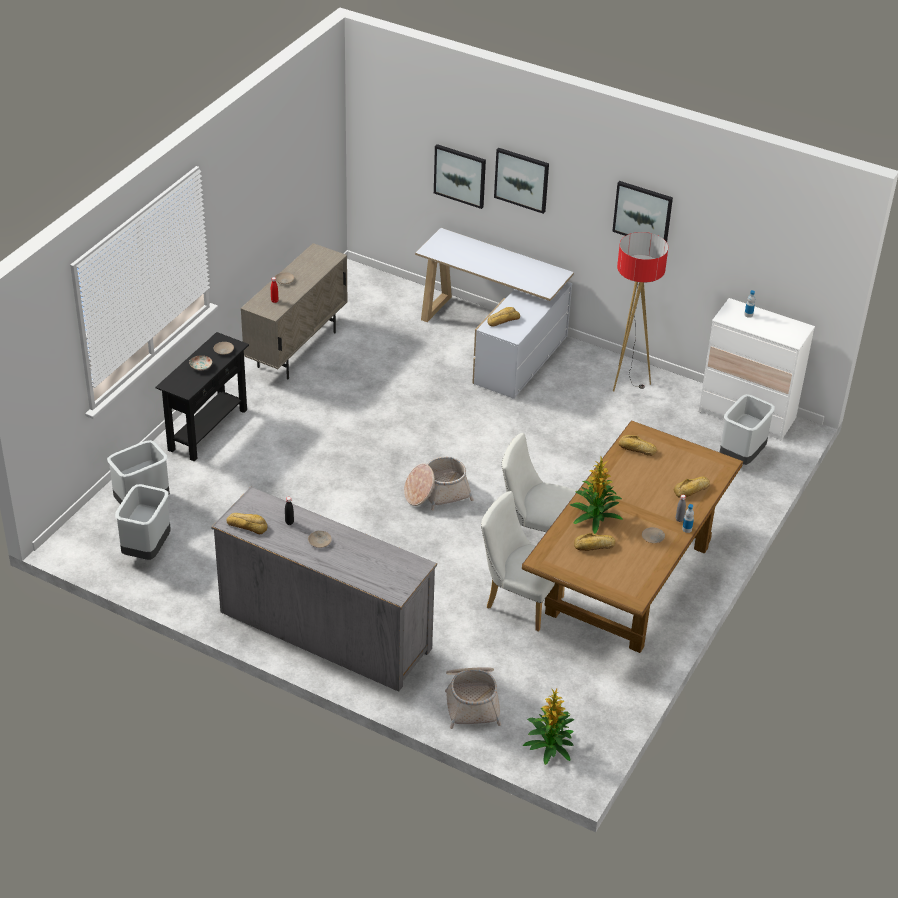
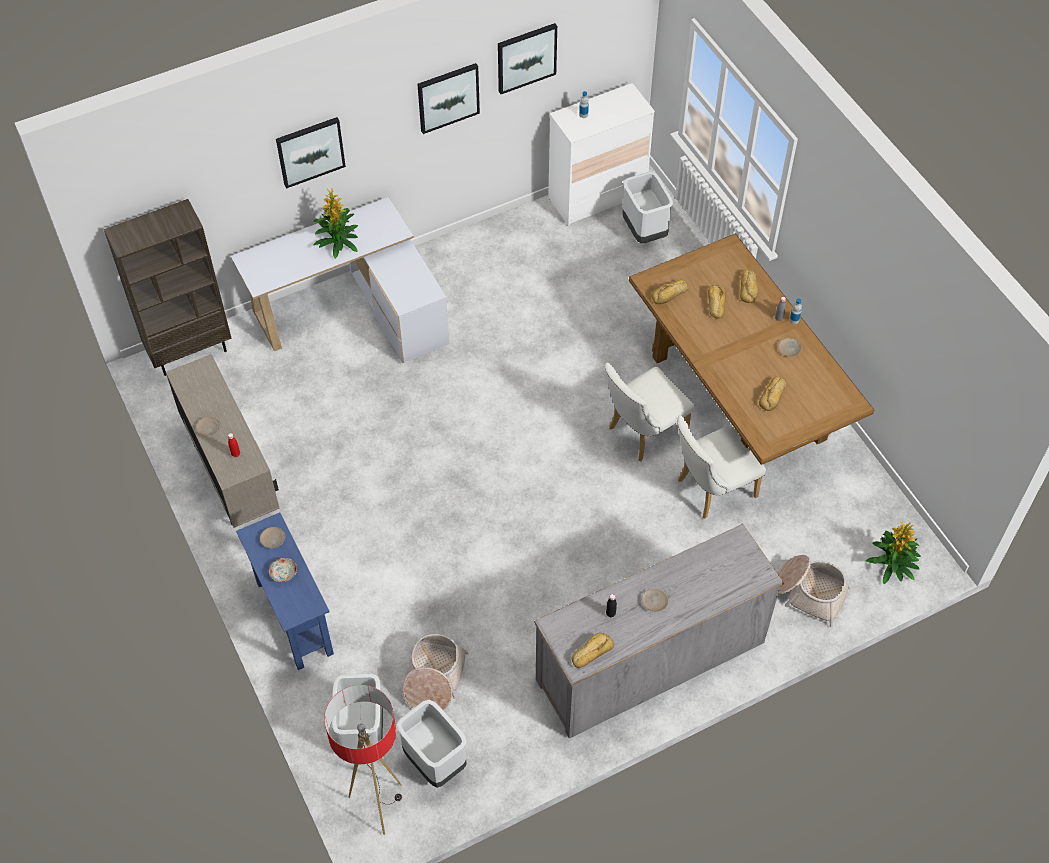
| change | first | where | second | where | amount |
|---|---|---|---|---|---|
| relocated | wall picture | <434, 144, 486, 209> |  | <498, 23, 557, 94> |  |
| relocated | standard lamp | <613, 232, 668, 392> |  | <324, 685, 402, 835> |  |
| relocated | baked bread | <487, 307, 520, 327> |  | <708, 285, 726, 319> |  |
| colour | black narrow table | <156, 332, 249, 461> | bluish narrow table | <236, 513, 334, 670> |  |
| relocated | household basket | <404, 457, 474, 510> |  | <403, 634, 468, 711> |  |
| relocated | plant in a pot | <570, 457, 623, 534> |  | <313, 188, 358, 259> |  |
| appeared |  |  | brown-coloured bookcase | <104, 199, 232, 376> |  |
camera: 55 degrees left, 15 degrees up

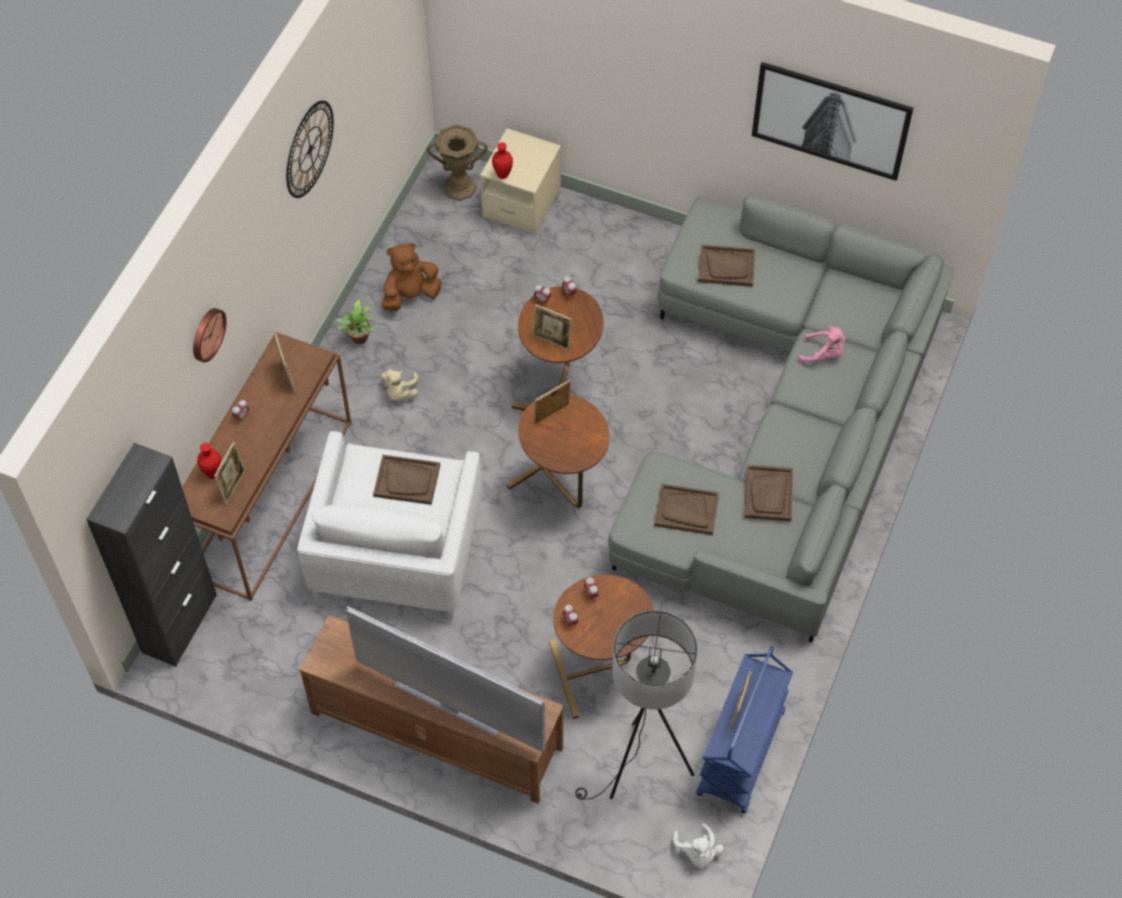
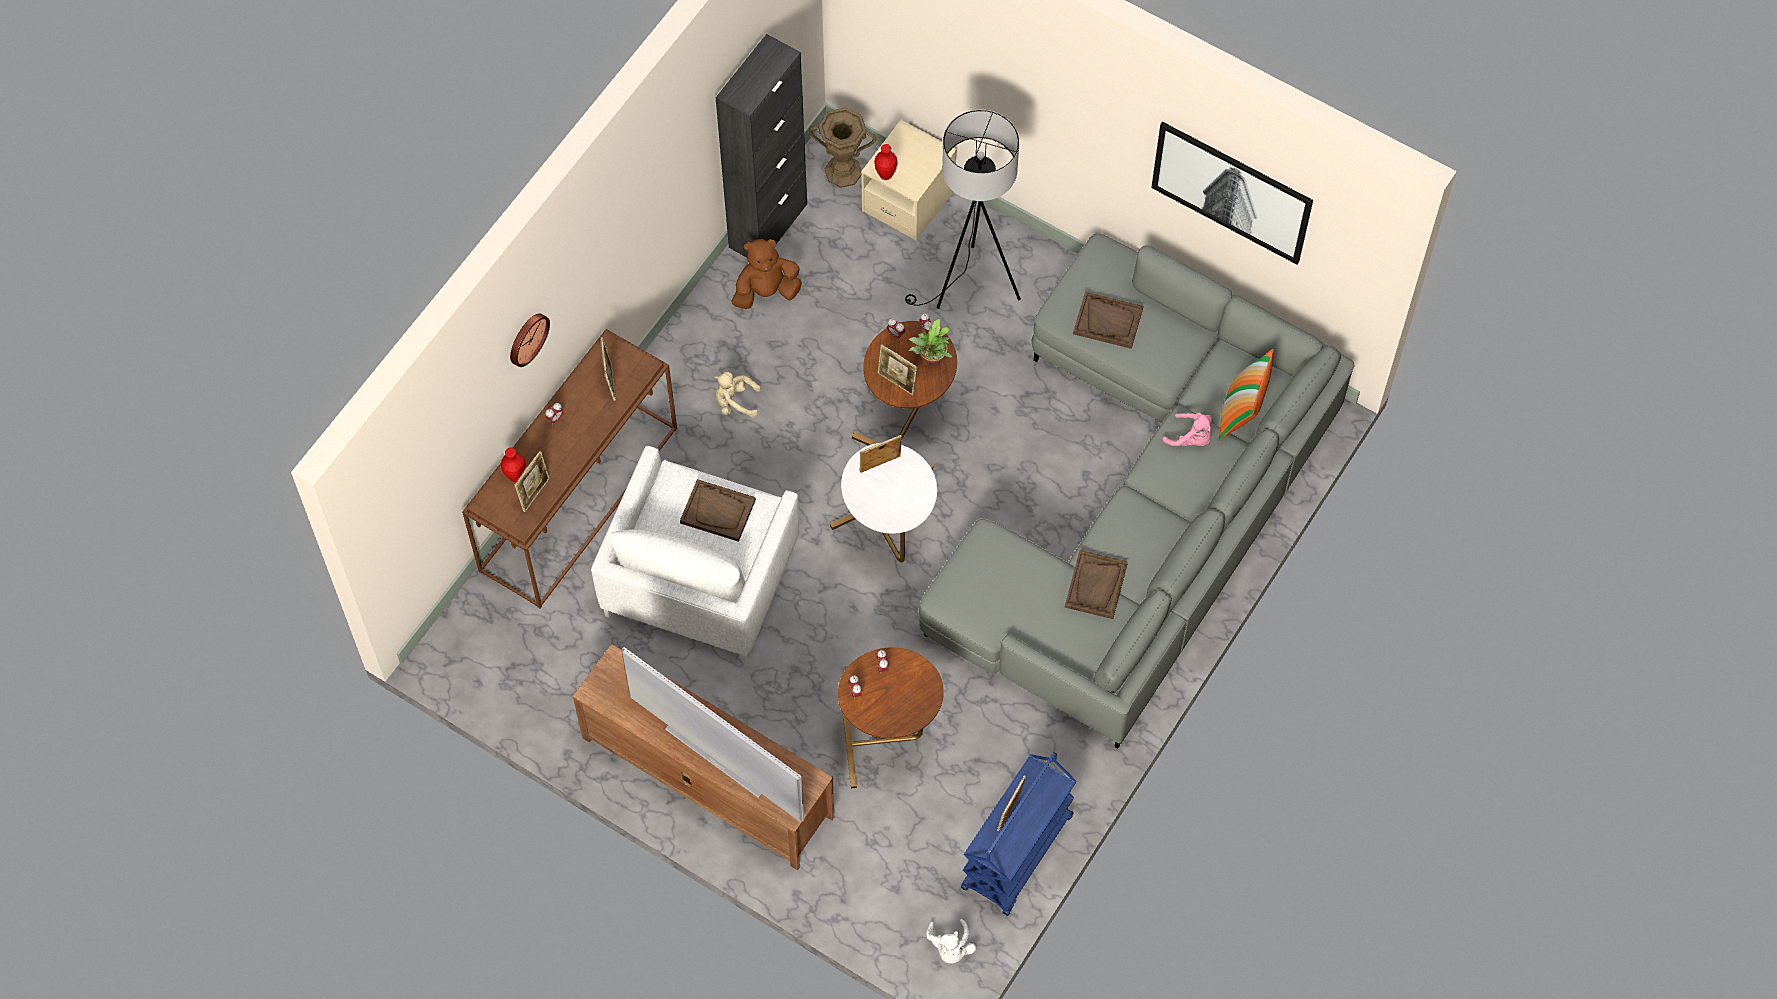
| change | first | where | second | where | amount |
|---|---|---|---|---|---|
| missing | wall clock | <286, 101, 334, 198> |  |  |  |
| relocated | plant in a pot | <335, 299, 376, 344> |  | <908, 318, 952, 367> |  |
| spun | sand-coloured plush toy | <381, 369, 419, 401> |  | <715, 372, 761, 418> | 75 degrees clockwise |
| colour | brown-coloured end table | <507, 395, 609, 508> | white-coloured end table | <830, 443, 937, 563> |  |
| relocated | black cupboard | <86, 443, 217, 666> |  | <716, 34, 807, 258> |  |
| missing | brown-coloured carrying tray | <654, 484, 719, 535> |  |  |  |
| relocated | black standard lamp | <575, 611, 697, 800> |  | <905, 110, 1021, 309> |  |
| appeared |  |  | pillow | <1219, 349, 1274, 441> |  |
camera: 10 degrees right, 5 degrees up

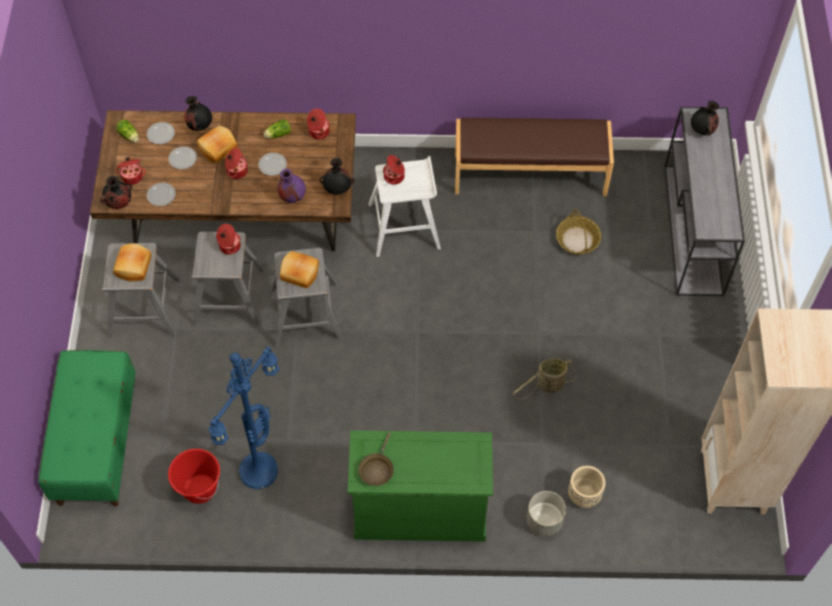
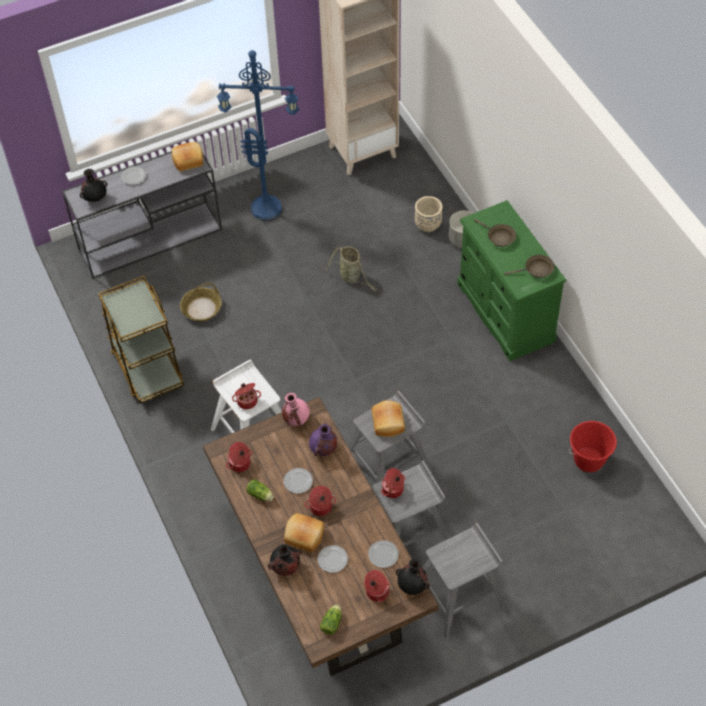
| change | first | where | second | where | amount |
|---|---|---|---|---|---|
| exchanged | brown-coloured bench | <455, 118, 614, 196> | brown-coloured trolley | <98, 276, 184, 403> |  |
| relocated | dinner plate | <147, 122, 175, 144> |  | <121, 166, 146, 185> |  |
| colour | black flower vase | <320, 158, 354, 194> | pinkish flower vase | <282, 393, 310, 426> |  |
| relocated | baked bread | <113, 243, 151, 282> |  | <172, 142, 203, 171> |  |
| relocated | bluish standard lamp | <208, 346, 279, 489> |  | <217, 50, 299, 221> |  |
| missing | green-coloured bench | <38, 350, 136, 507> |  |  |  |
| appeared |  |  | brown-coloured skillet | <474, 219, 516, 247> |  |
camera: 115 degrees left, 5 degrees down

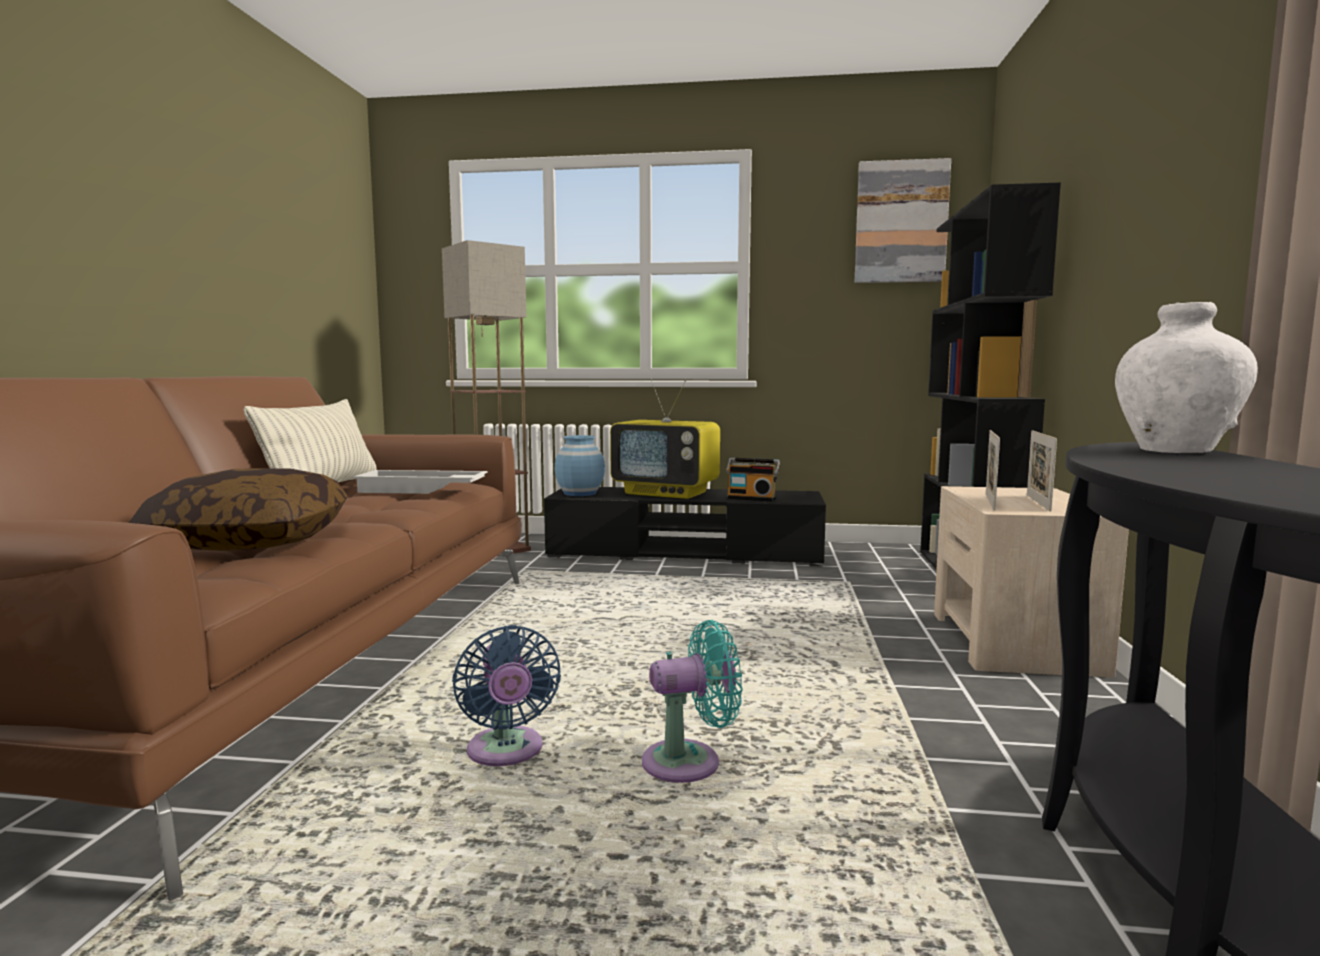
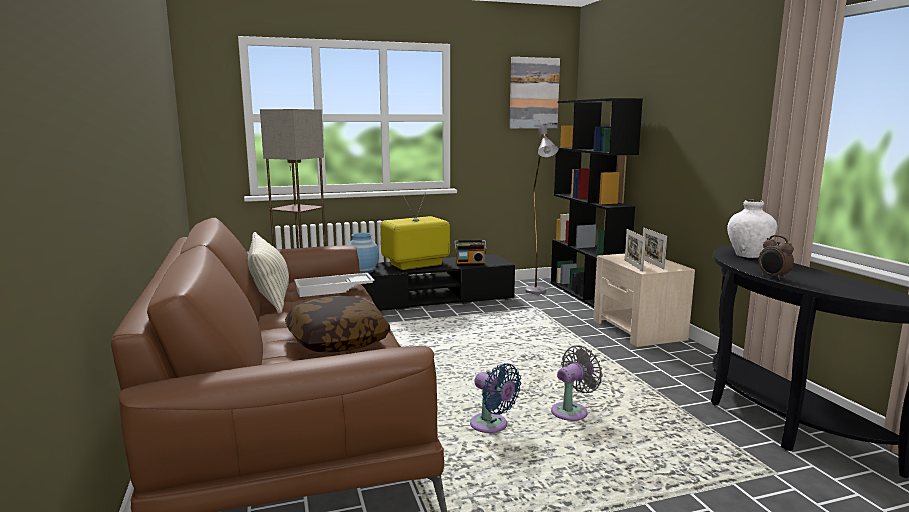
| change | first | where | second | where | amount |
|---|---|---|---|---|---|
| spun | TV set | <610, 378, 720, 499> |  | <380, 193, 450, 270> | 150 degrees clockwise |
| colour | blue-green cooling fan | <642, 620, 743, 783> | gray cooling fan | <551, 345, 603, 421> |  |
| appeared |  |  | gray standard lamp | <525, 127, 559, 294> |  |
| appeared |  |  | bedside clock | <759, 235, 794, 280> |  |
camera: 25 degrees left, 5 degrees up

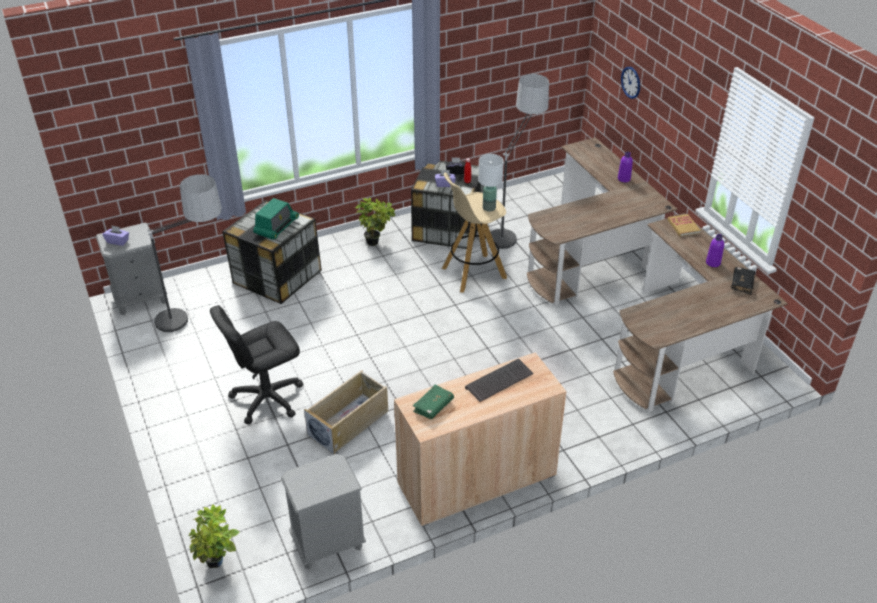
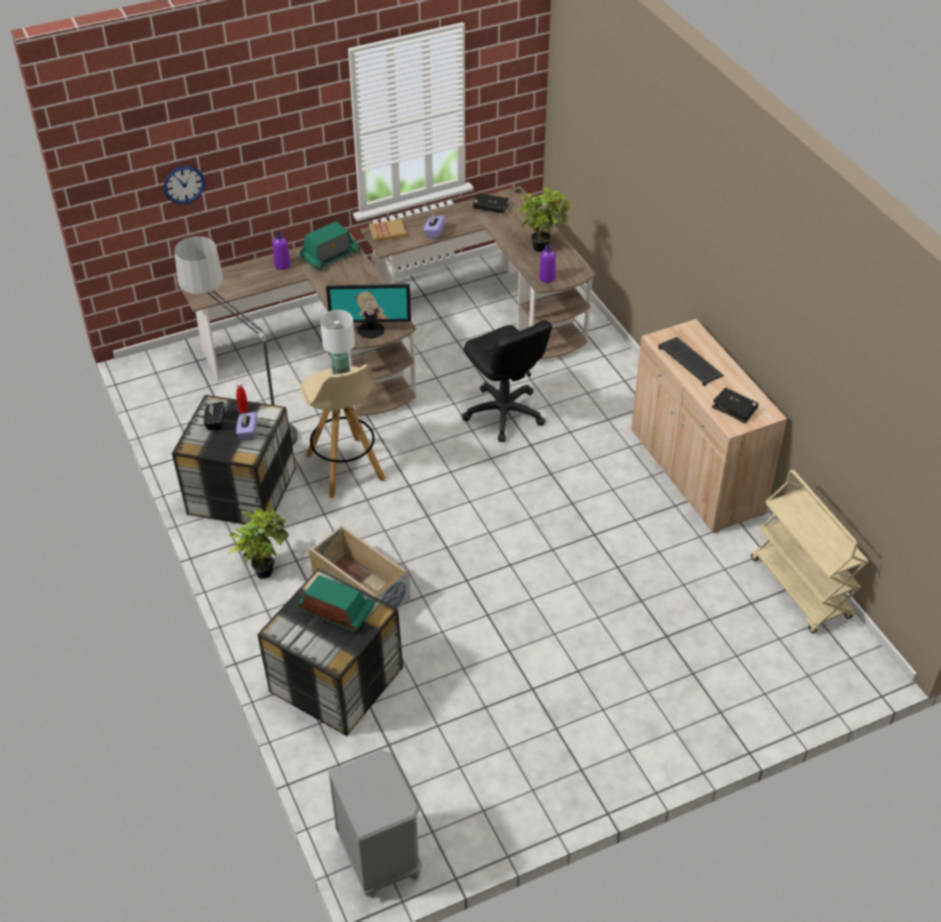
| change | first | where | second | where | amount |
|---|---|---|---|---|---|
| missing | standard lamp | <147, 174, 222, 333> |  |  |  |
| relocated | purple-coloured box of tissues | <102, 226, 129, 246> |  | <423, 213, 445, 239> |  |
| relocated | purple-coloured bottle | <706, 234, 724, 267> |  | <539, 244, 556, 283> |  |
| relocated | black desk chair | <210, 305, 303, 425> |  | <462, 320, 552, 442> |  |
| relocated | sand-coloured storage bin | <304, 370, 388, 455> |  | <309, 525, 410, 609> |  |
| colour | green-coloured book | <413, 385, 454, 419> | black book | <712, 388, 758, 424> |  |
| exchanged | gray bedside table | <281, 454, 366, 570> | sand-coloured trolley | <751, 470, 869, 633> |  |
| relocated | plant in a pot | <188, 504, 240, 568> |  | <514, 188, 571, 253> |  |
| appeared |  |  | radio | <300, 221, 360, 270> |  |
| appeared |  |  | computer display | <326, 284, 411, 339> |  |
camera: 90 degrees left, 5 degrees up

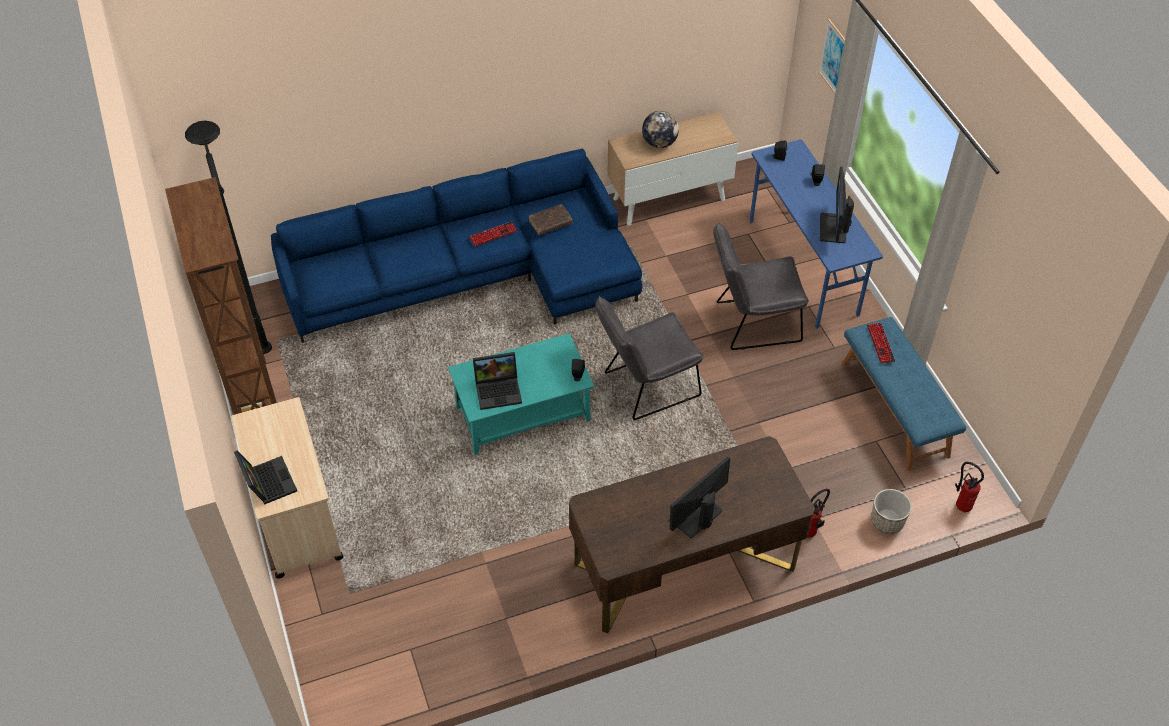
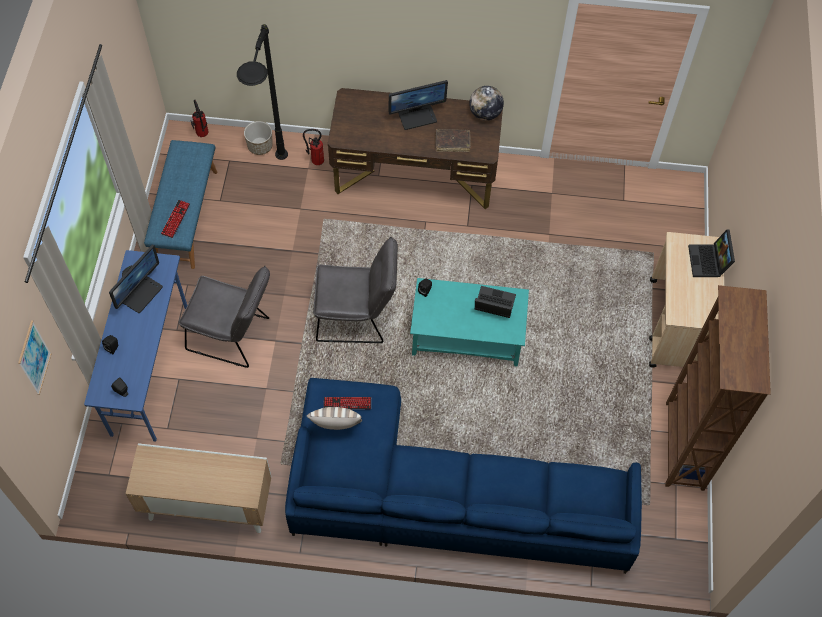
| change | first | where | second | where | amount |
|---|---|---|---|---|---|
| relocated | world globe | <642, 111, 679, 148> |  | <469, 86, 504, 121> |  |
| relocated | black standard lamp | <185, 121, 272, 354> |  | <237, 24, 288, 160> |  |
| relocated | brown-coloured book | <529, 204, 573, 235> |  | <436, 129, 471, 152> |  |
| relocated | computer keyboard | <469, 222, 517, 247> |  | <324, 397, 371, 409> |  |
| appeared |  |  | pillow | <307, 407, 362, 430> |  |
camera: 155 degrees left, 10 degrees up

